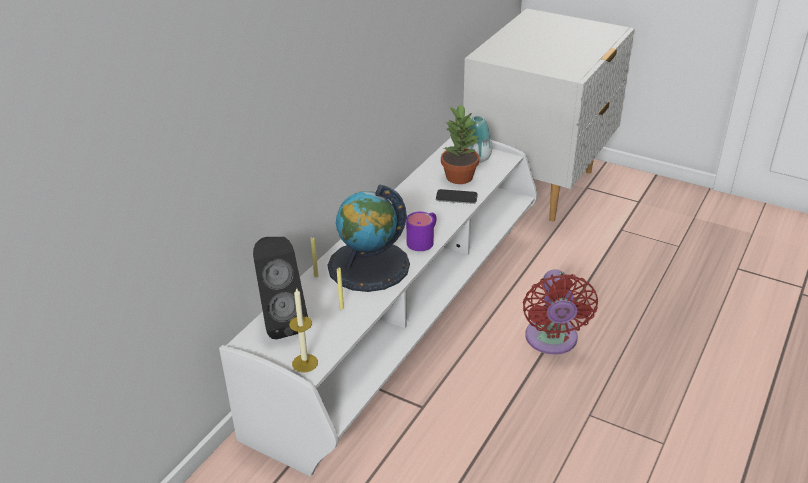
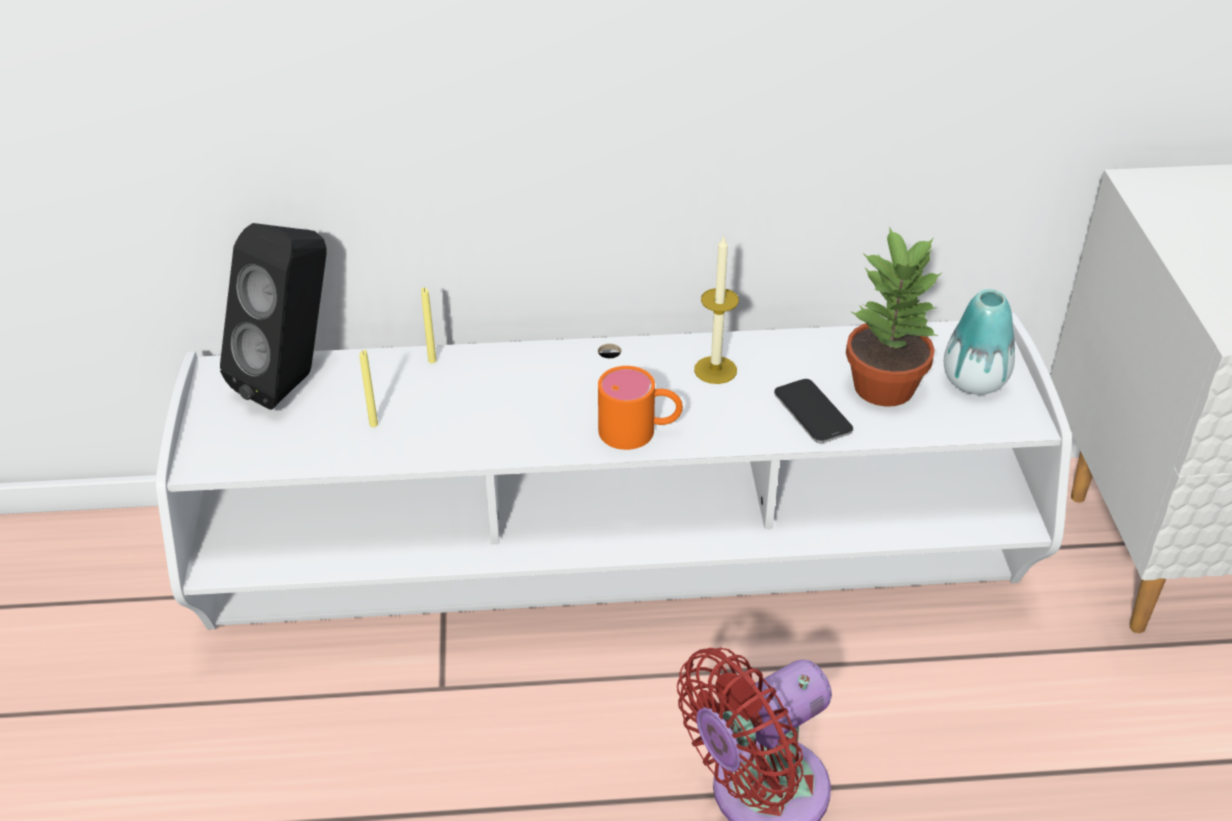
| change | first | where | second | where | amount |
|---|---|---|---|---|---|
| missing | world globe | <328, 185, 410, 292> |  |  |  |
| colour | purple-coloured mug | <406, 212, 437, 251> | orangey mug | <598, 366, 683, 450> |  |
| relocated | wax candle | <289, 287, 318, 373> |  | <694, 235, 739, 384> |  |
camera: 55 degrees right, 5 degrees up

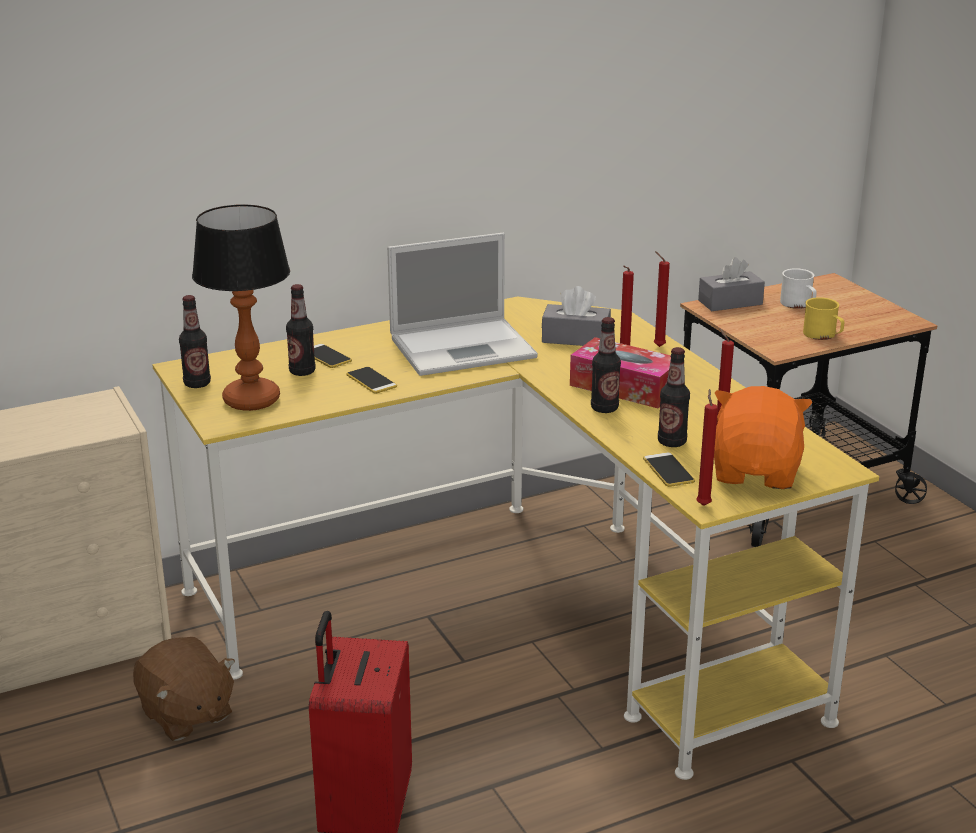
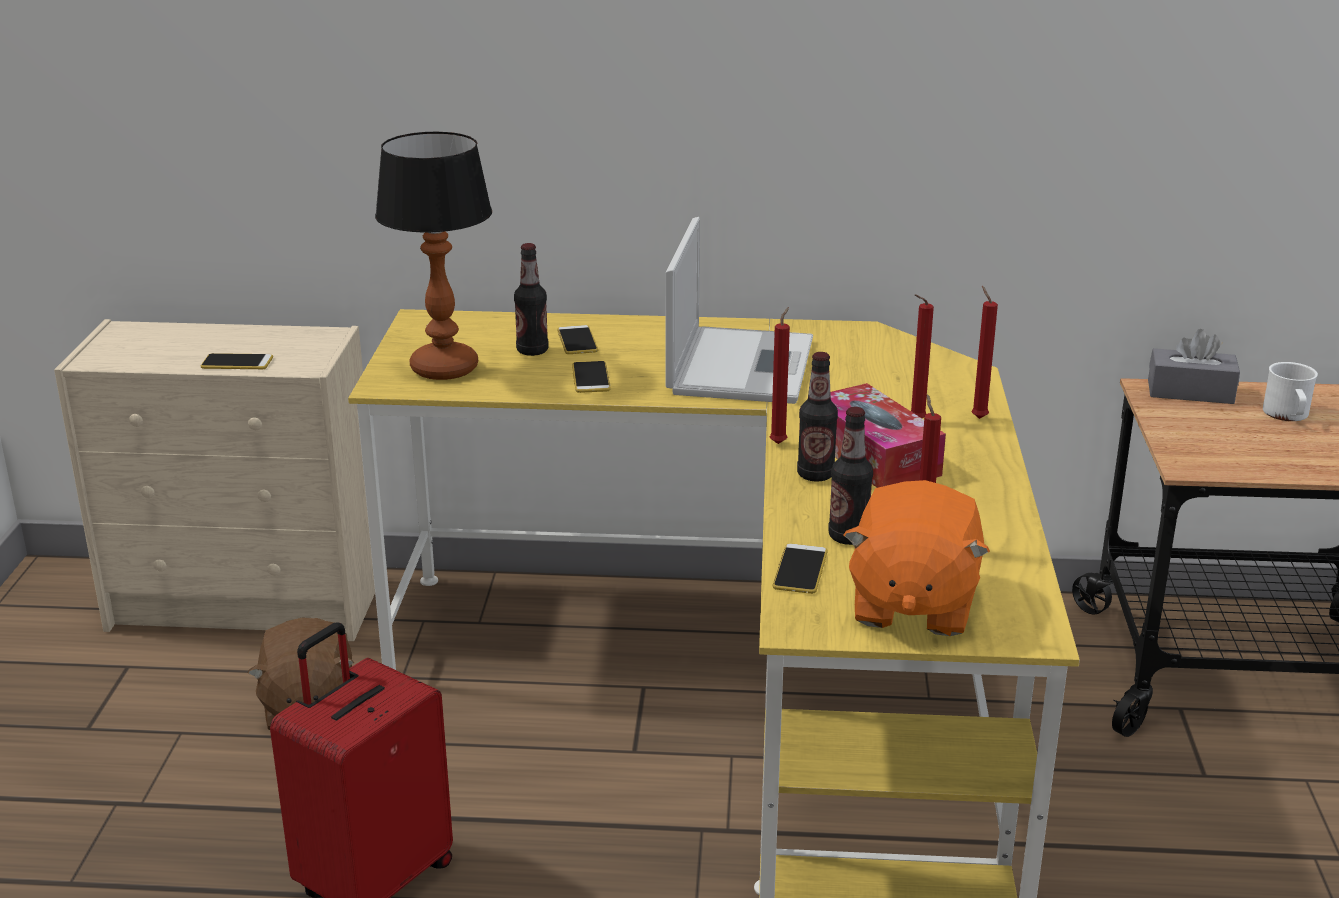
| change | first | where | second | where | amount |
|---|---|---|---|---|---|
| spun | notebook computer | <387, 233, 538, 376> |  | <665, 217, 813, 404> | 90 degrees counterclockwise |
| missing | gray box of tissues | <542, 286, 611, 346> |  |  |  |
| missing | bottle | <179, 295, 211, 388> |  |  |  |
| missing | yellow mug | <803, 297, 844, 340> |  |  |  |
| spun | orangey plush toy | <714, 386, 812, 489> |  | <843, 480, 990, 636> | 150 degrees clockwise |
| relocated | red wax candle | <696, 389, 718, 506> |  | <770, 307, 790, 444> |  |
| appeared |  |  | handset | <201, 353, 273, 369> |  |
camera: 30 degrees right, 0 degrees up

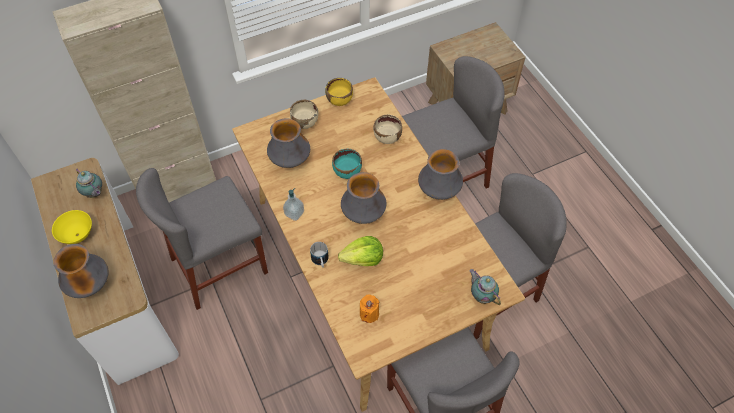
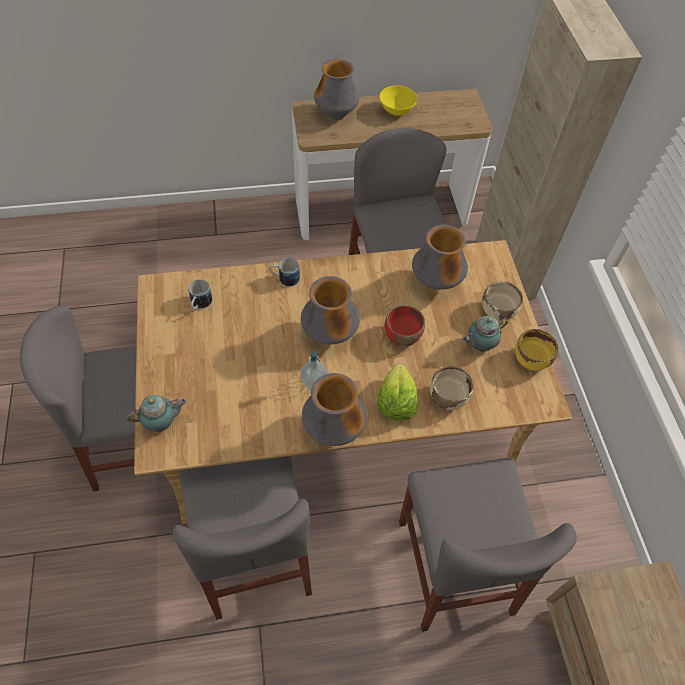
| change | first | where | second | where | amount |
|---|---|---|---|---|---|
| colour | blue-green deep dish | <332, 148, 362, 179> | red deep dish | <384, 305, 425, 346> |  |
| relocated | tea pot | <76, 168, 102, 198> |  | <462, 316, 508, 352> |  |
| relocated | liquid soap bottle | <283, 188, 304, 221> |  | <300, 351, 328, 391> |  |
| relocated | head of lettuce | <338, 236, 383, 266> |  | <377, 364, 418, 421> |  |
| exchanged | orangey wax candle | <360, 294, 379, 323> | mug | <188, 279, 212, 310> |  |
camera: 105 degrees right, 0 degrees up

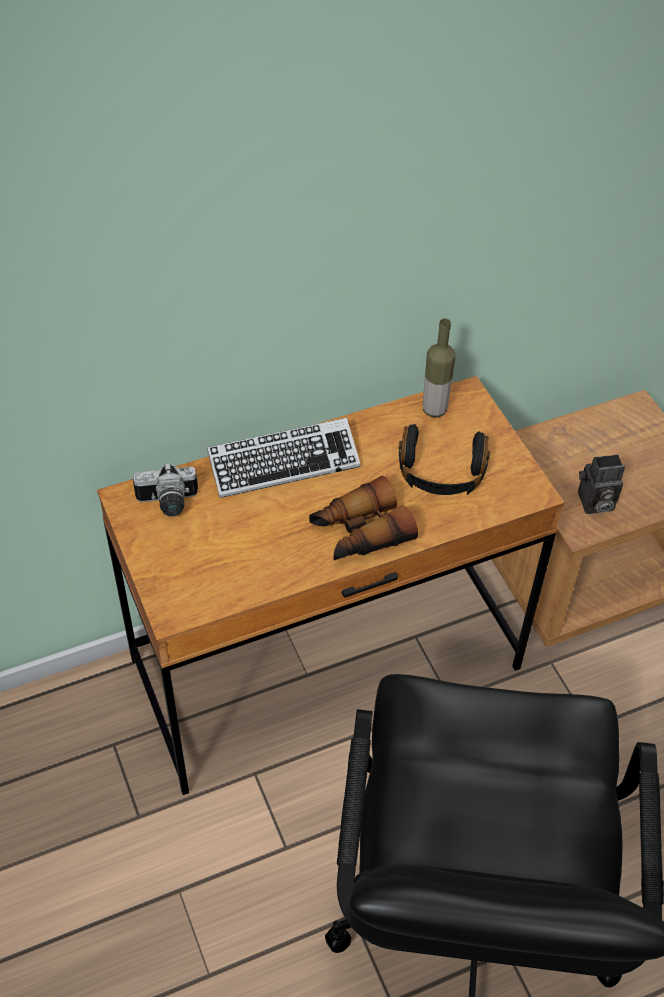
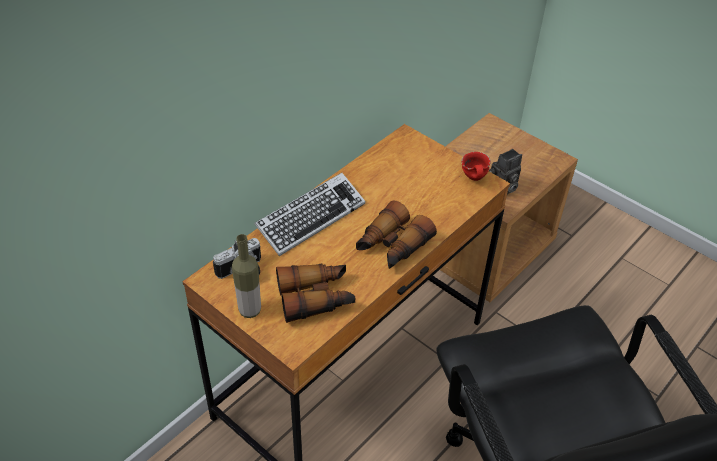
| change | first | where | second | where | amount |
|---|---|---|---|---|---|
| relocated | bottle | <423, 318, 455, 417> |  | <232, 234, 261, 318> |  |
| missing | black pair of headphones | <398, 424, 490, 495> |  |  |  |
| appeared |  |  | red mug | <461, 152, 491, 181> |  |
| appeared |  |  | pair of binoculars | <276, 263, 355, 323> |  |
camera: 25 degrees left, 5 degrees down

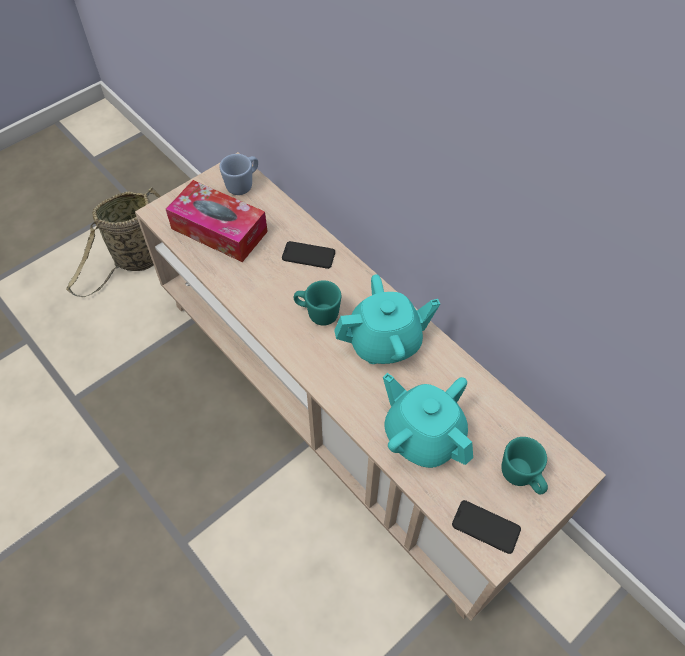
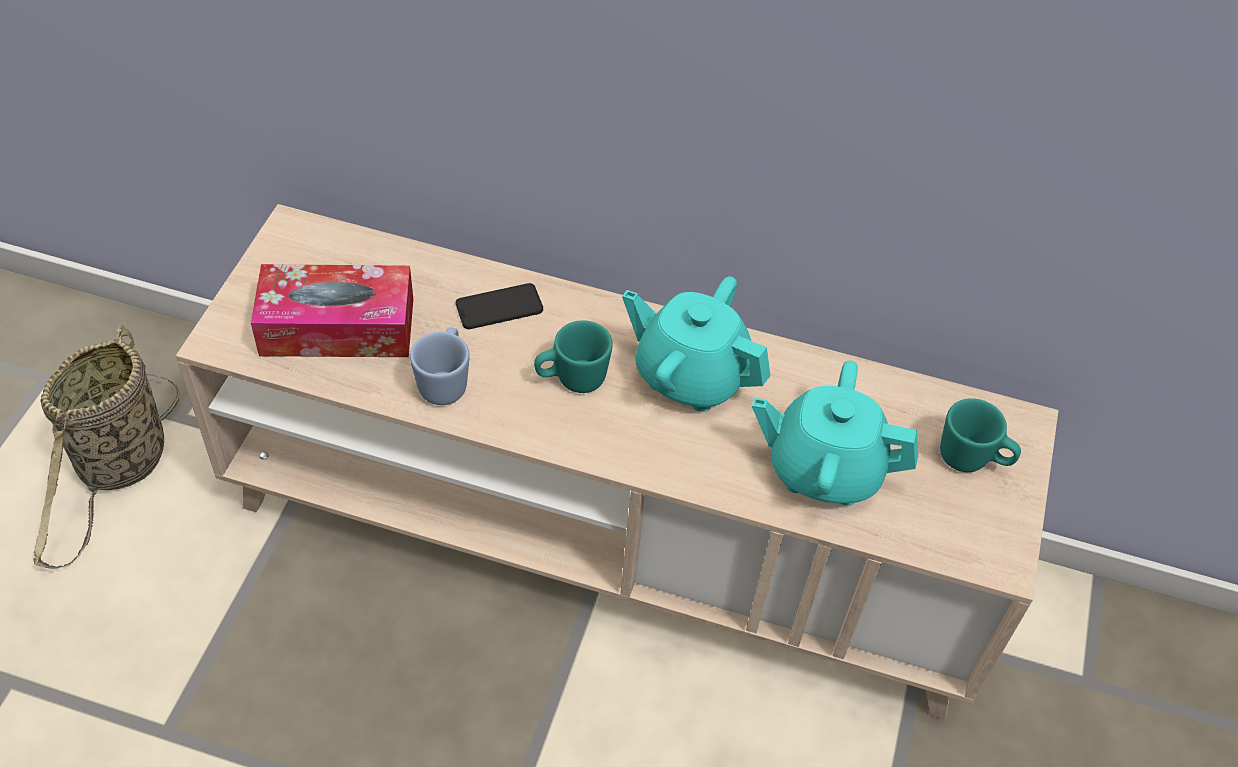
| change | first | where | second | where | amount |
|---|---|---|---|---|---|
| relocated | bluish mug | <220, 154, 258, 195> |  | <410, 327, 470, 405> |  |
| spun | blue-green tea pot | <334, 275, 440, 364> |  | <622, 276, 770, 412> | 105 degrees counterclockwise |
| missing | handset | <452, 500, 521, 554> |  |  |  |
camera: 35 degrees left, 5 degrees down

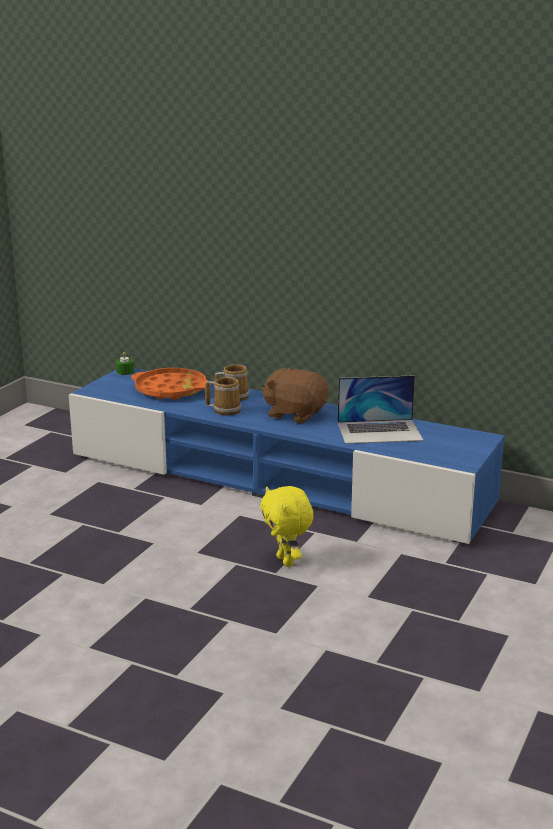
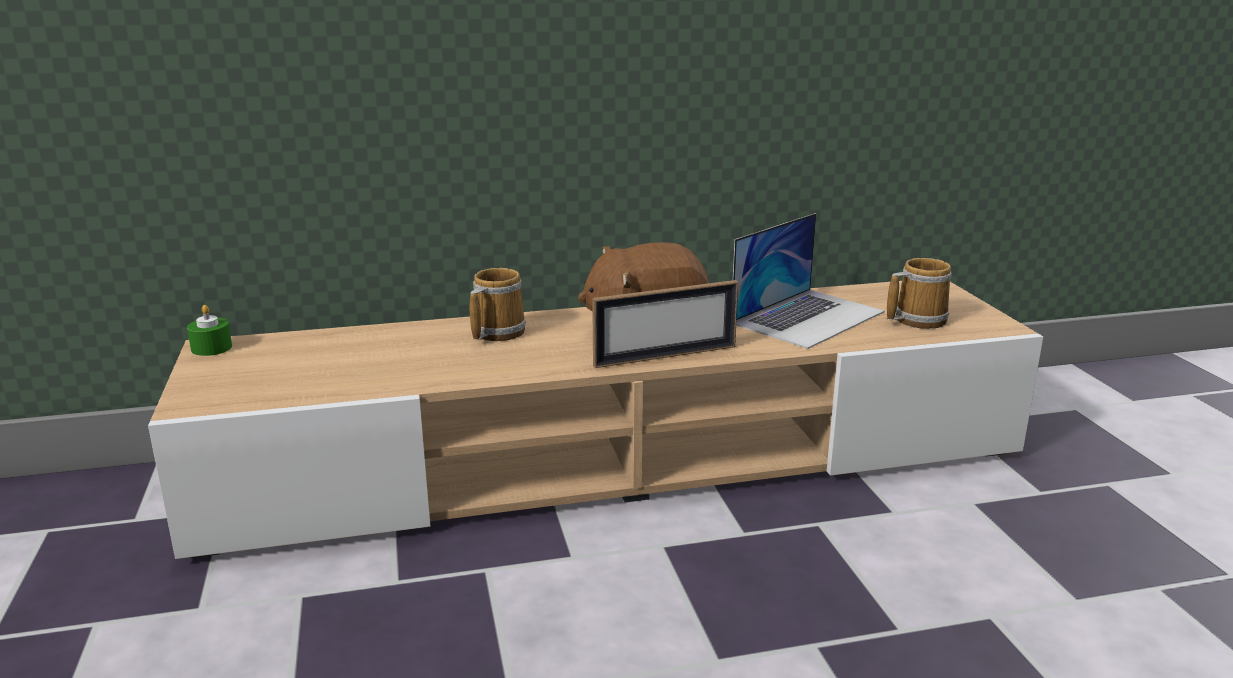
| change | first | where | second | where | amount |
|---|---|---|---|---|---|
| colour | bluish tv stand | <69, 368, 505, 544> | sand-coloured tv stand | <148, 281, 1043, 559> |  |
| missing | orangey carrying tray | <131, 368, 211, 400> |  |  |  |
| relocated | mug | <205, 377, 241, 416> |  | <887, 258, 952, 329> |  |
| missing | yellow plush toy | <260, 486, 314, 567> |  |  |  |
| appeared |  |  | standing frame | <592, 280, 738, 368> |  |
camera: 40 degrees left, 0 degrees up

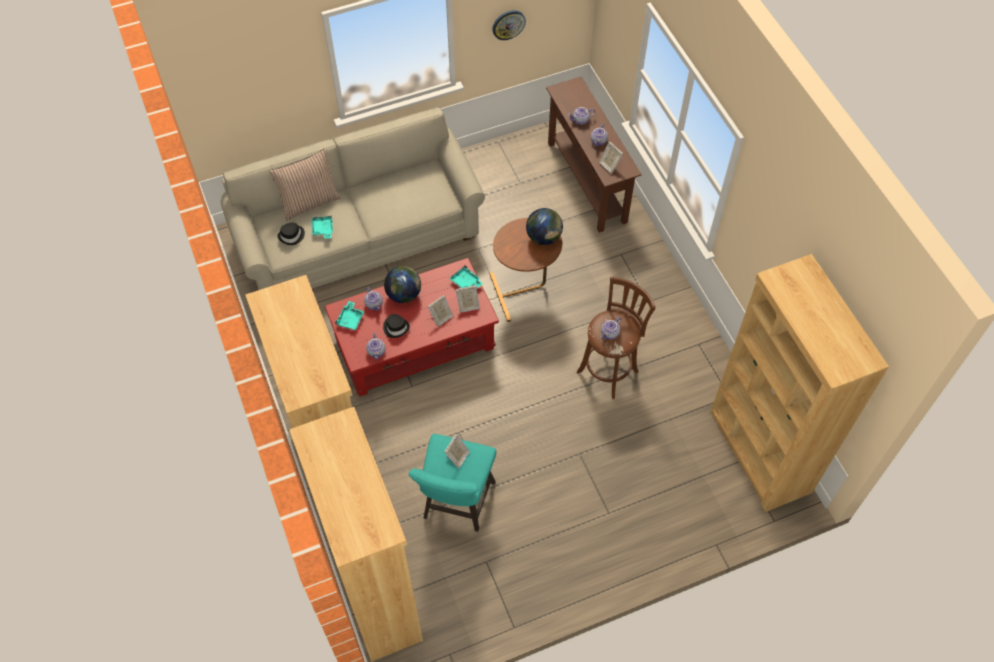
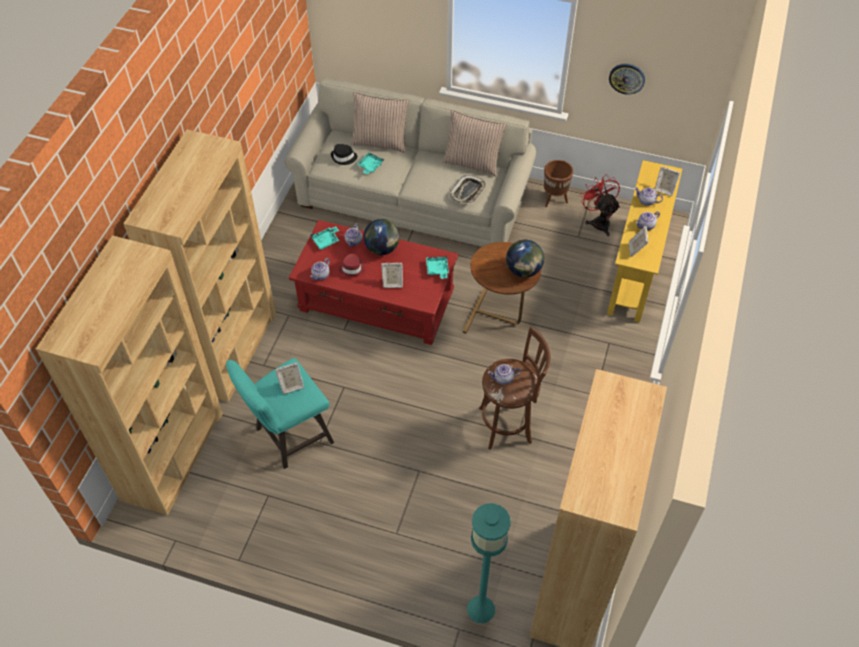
| change | first | where | second | where | amount |
|---|---|---|---|---|---|
| colour | brown-coloured narrow table | <546, 77, 642, 233> | yellow narrow table | <607, 160, 682, 322> |  |
| relocated | standing frame | <456, 285, 479, 313> |  | <654, 166, 680, 196> |  |
| colour | black hat | <383, 314, 410, 338> | red hat | <339, 254, 365, 276> |  |
| appeared |  |  | pillow | <442, 110, 507, 177> |  |
| appeared |  |  | brown-coloured planter | <544, 160, 573, 207> |  |
| appeared |  |  | red cooling fan | <580, 174, 620, 236> |  |
| appeared |  |  | carrying tray | <450, 175, 486, 204> |  |
| appeared |  |  | blue-green standard lamp | <467, 503, 511, 623> |  |
camera: 40 degrees right, 5 degrees down

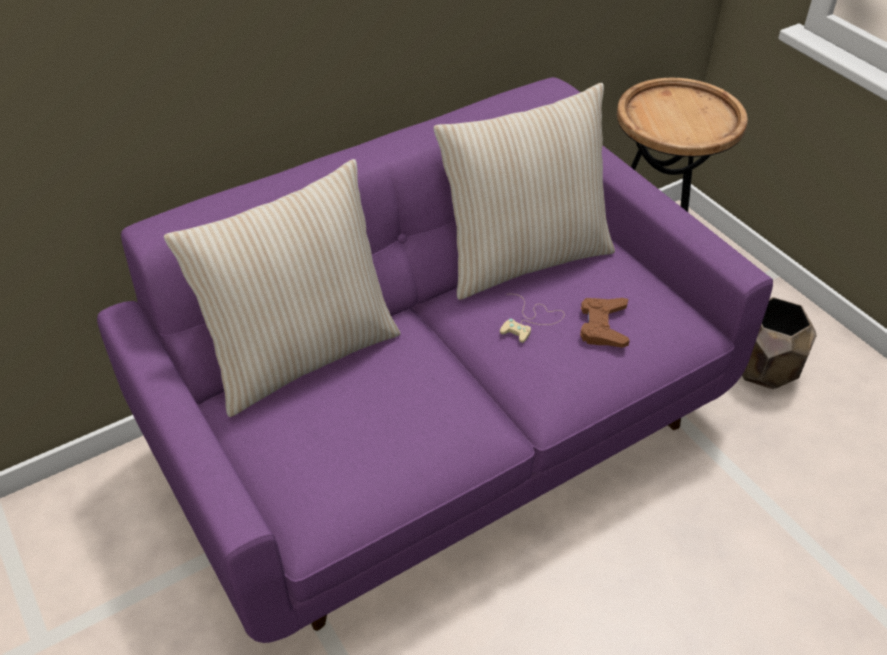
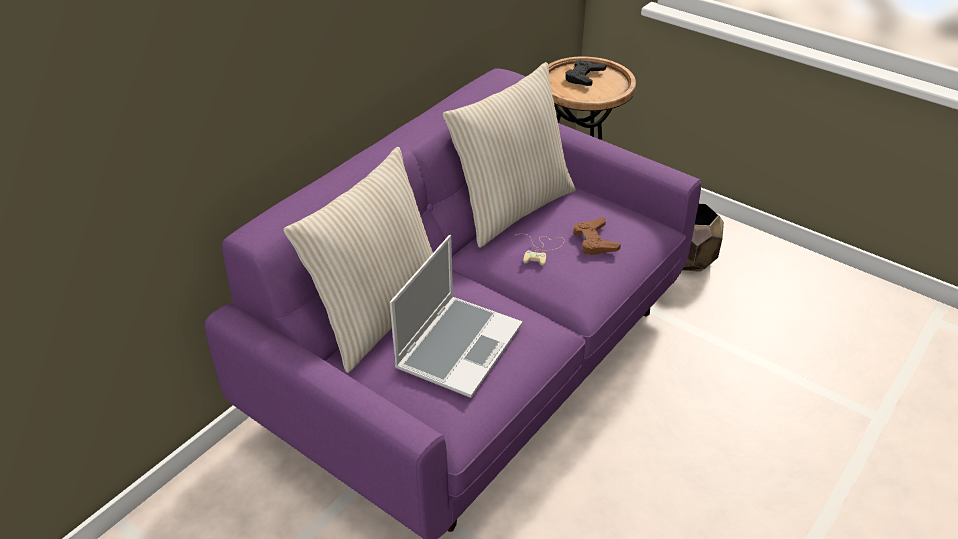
| change | first | where | second | where | amount |
|---|---|---|---|---|---|
| appeared |  |  | black joypad | <565, 60, 606, 86> |  |
| appeared |  |  | notebook computer | <390, 235, 523, 398> |  |
camera: 20 degrees left, 5 degrees down

